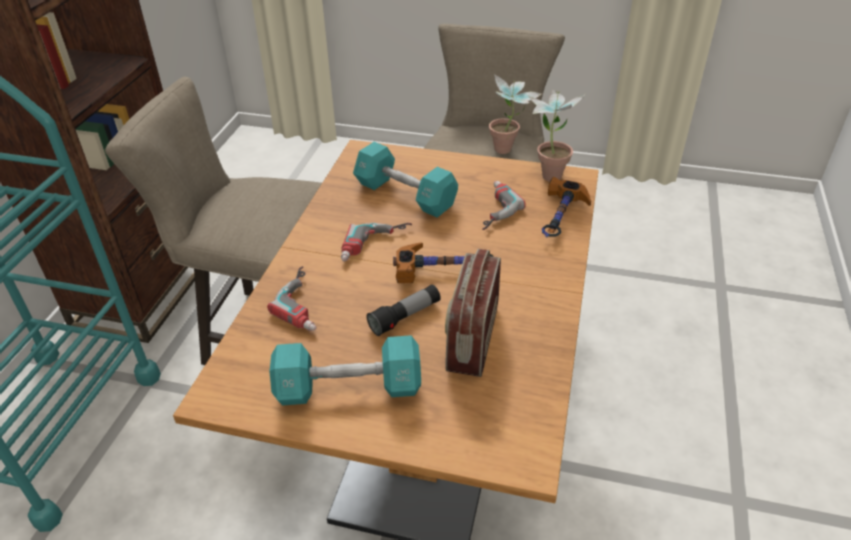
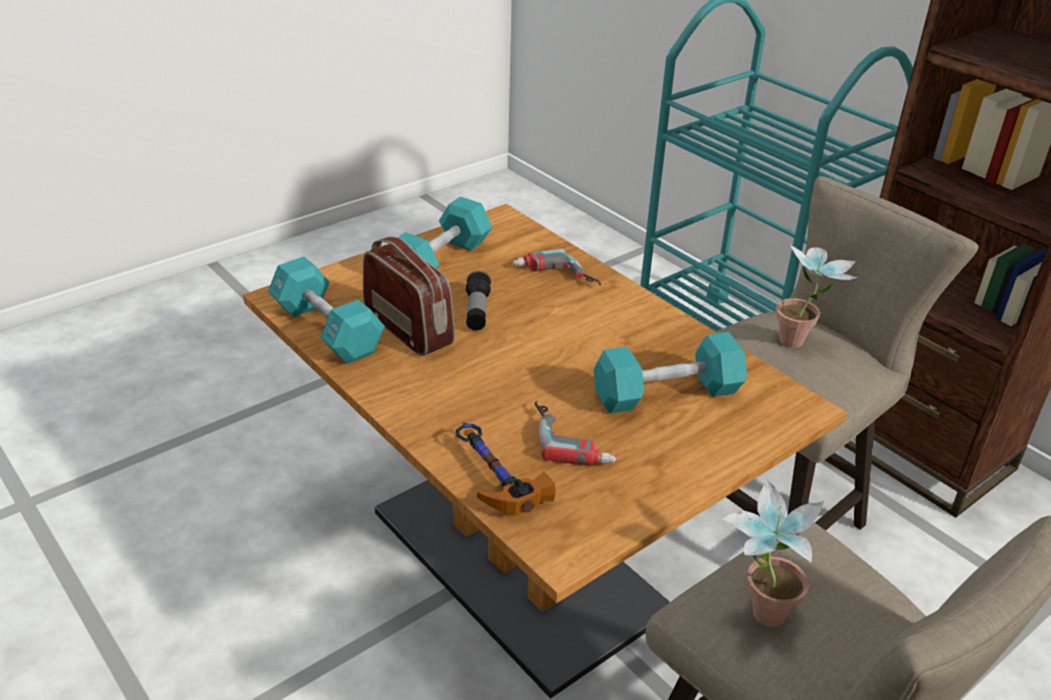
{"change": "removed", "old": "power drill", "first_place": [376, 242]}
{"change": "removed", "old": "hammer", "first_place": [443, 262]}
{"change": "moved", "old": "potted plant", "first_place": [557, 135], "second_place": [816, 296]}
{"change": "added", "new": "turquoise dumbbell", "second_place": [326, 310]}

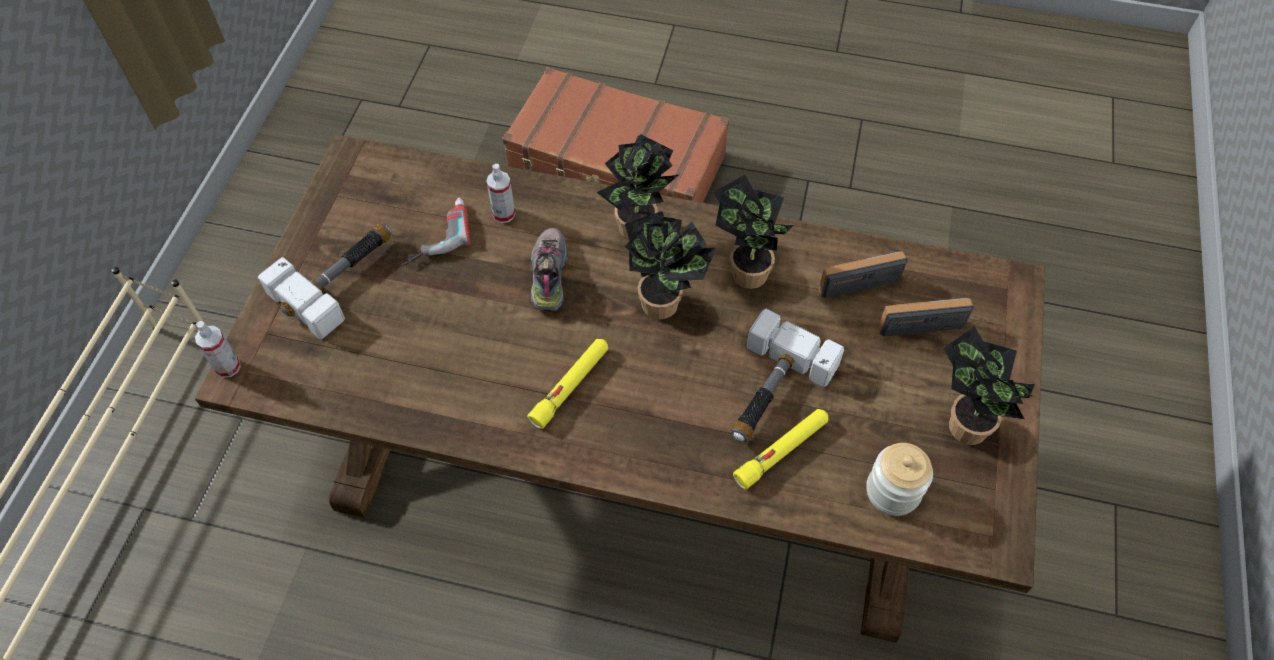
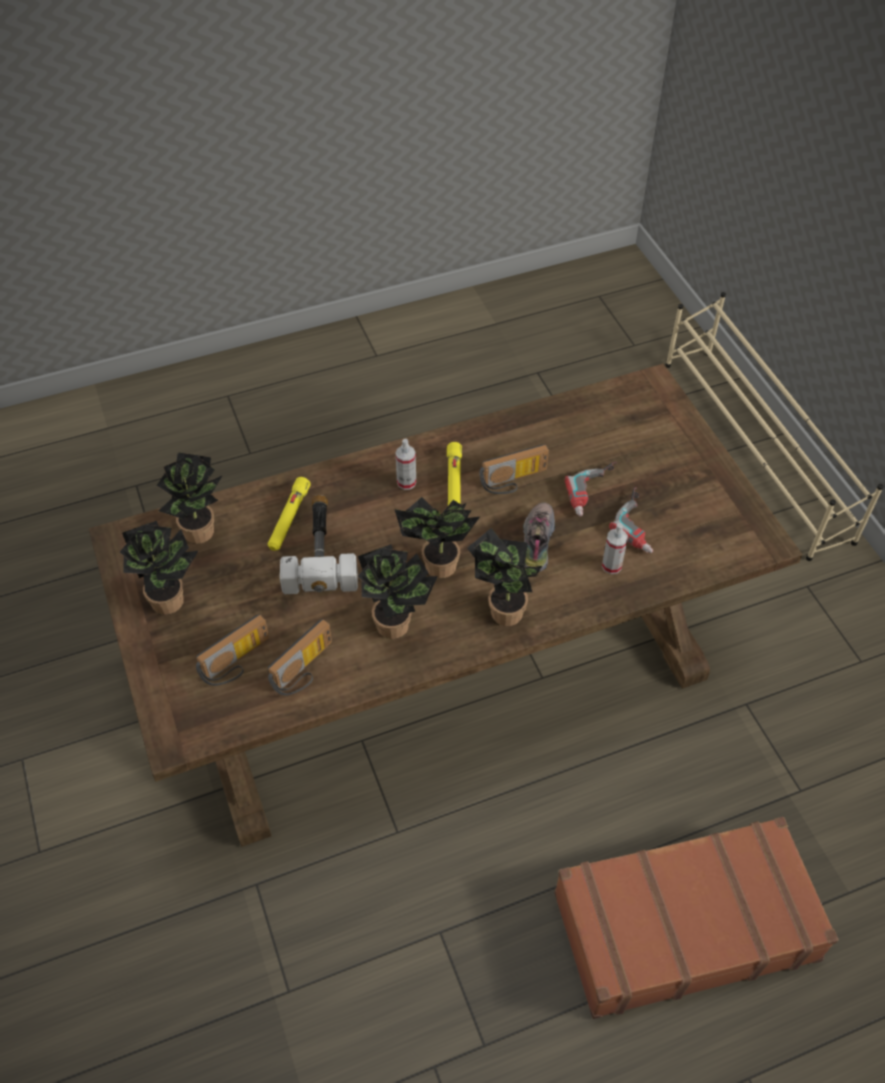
{"change": "moved", "old": "spray bottle", "first_place": [218, 349], "second_place": [406, 464]}
{"change": "removed", "old": "hammer", "first_place": [324, 281]}
{"change": "turned", "old": "shoe", "first_place": [549, 270], "second_place": [539, 537], "degrees": -135}
{"change": "replaced", "old": "jar", "new": "potted plant", "first_place": [899, 479], "second_place": [190, 498]}
{"change": "added", "new": "radio", "second_place": [514, 469]}
{"change": "added", "new": "power drill", "second_place": [591, 489]}

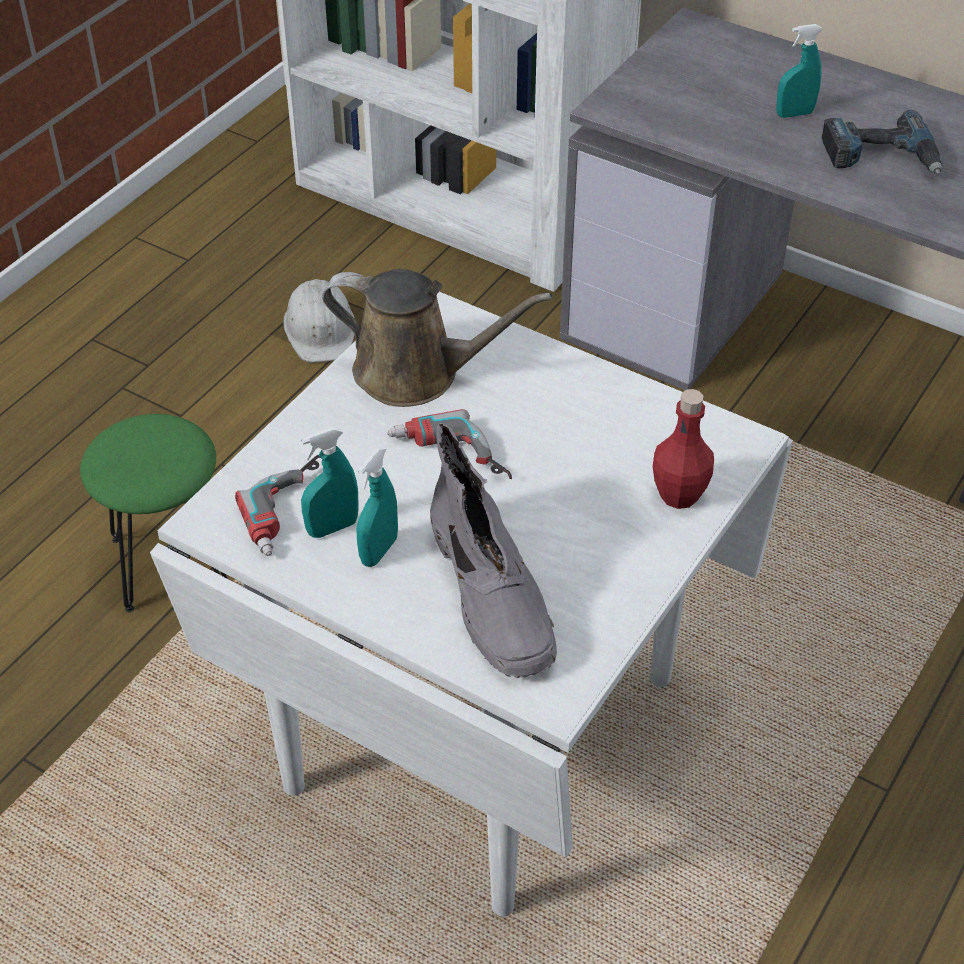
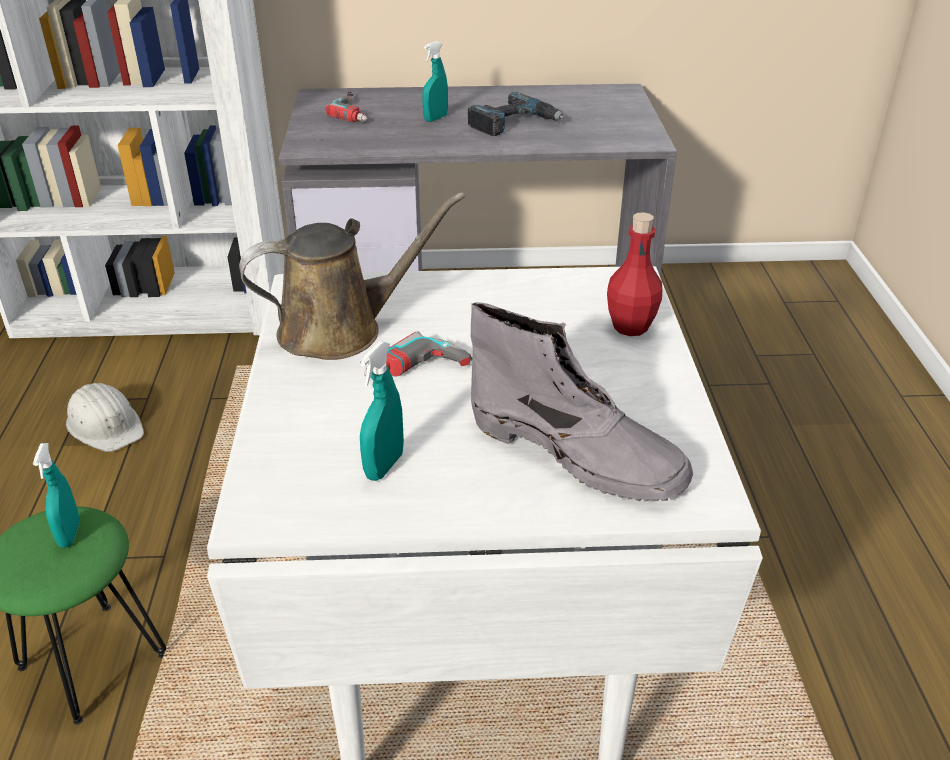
{"change": "moved", "old": "power drill", "first_place": [277, 505], "second_place": [346, 106]}
{"change": "moved", "old": "turquoise spray bottle", "first_place": [377, 507], "second_place": [56, 495]}

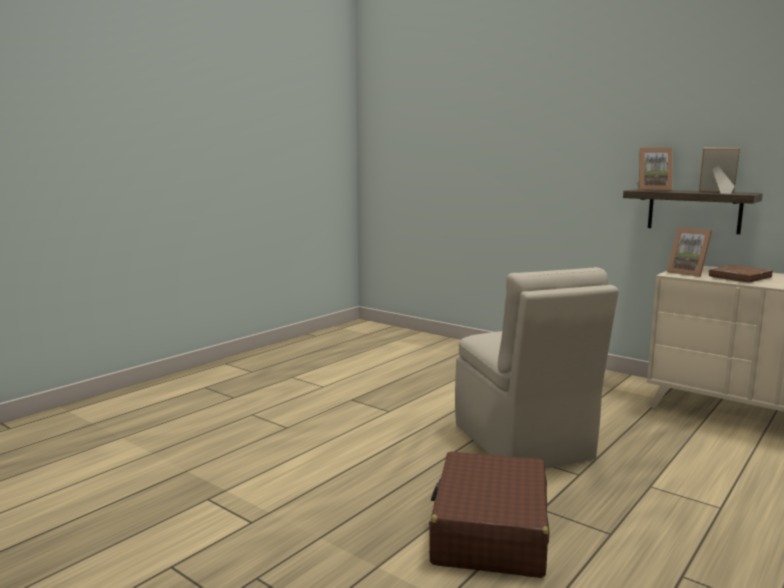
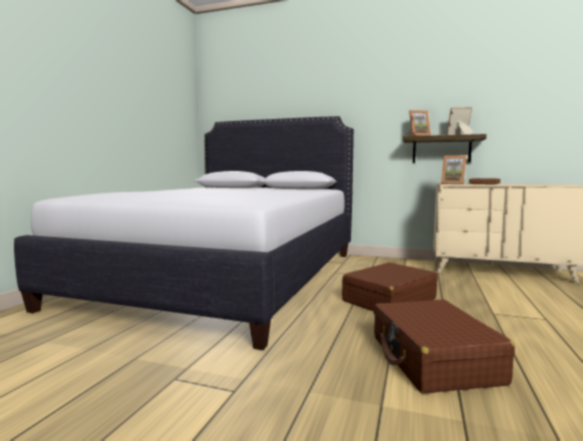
{"change": "replaced", "old": "beige chair", "new": "brown suitcase", "first_place": [537, 368], "second_place": [389, 286]}
{"change": "added", "new": "white bed", "second_place": [184, 233]}

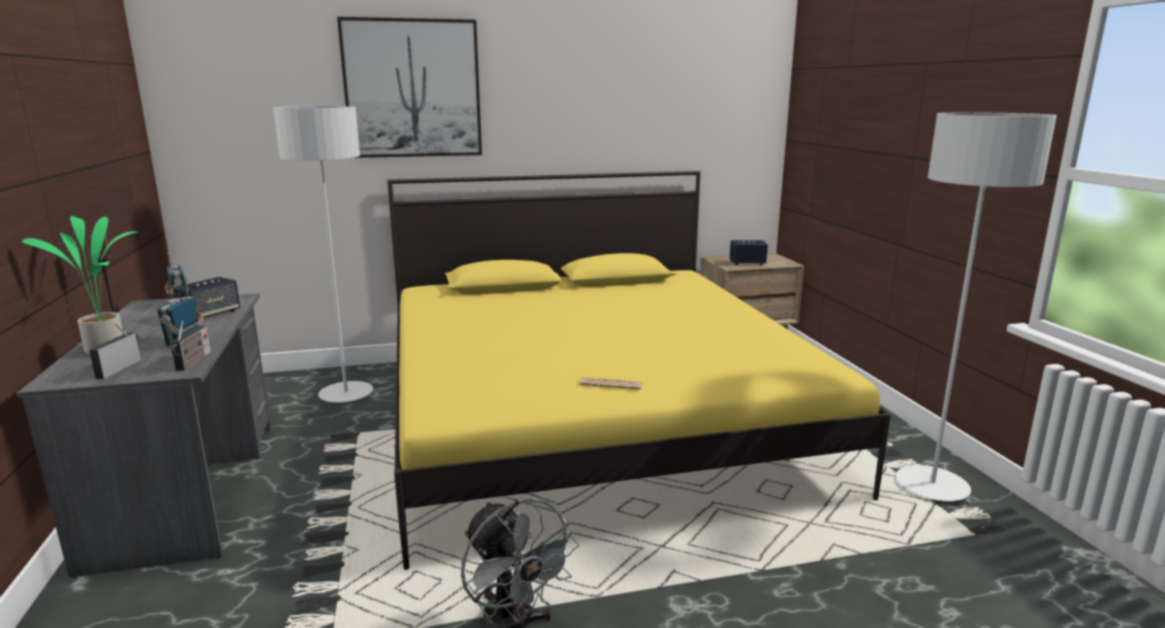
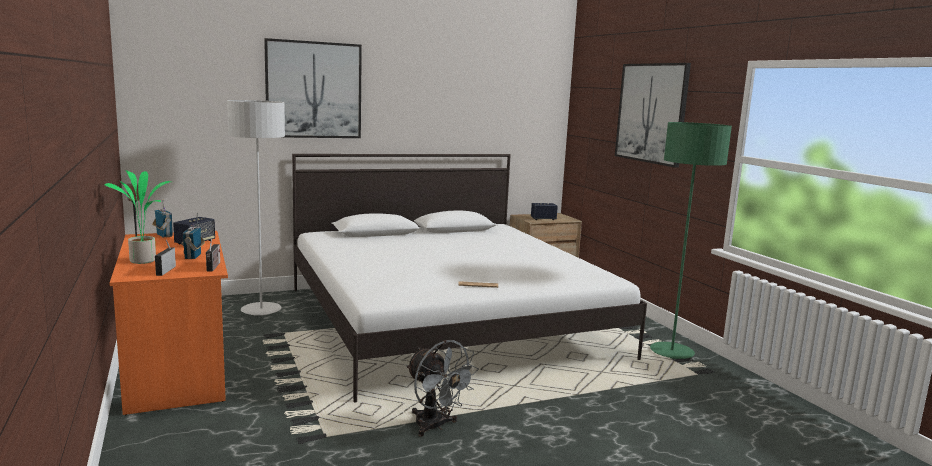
{"change": "recoloured", "old": "grey desk", "new": "orange desk", "first_place": [143, 435], "second_place": [168, 323]}
{"change": "recoloured", "old": "yellow bed", "new": "white bed", "first_place": [639, 370], "second_place": [469, 278]}
{"change": "recoloured", "old": "grey floor lamp", "new": "green floor lamp", "first_place": [976, 306], "second_place": [691, 240]}
{"change": "added", "new": "picture", "second_place": [653, 115]}

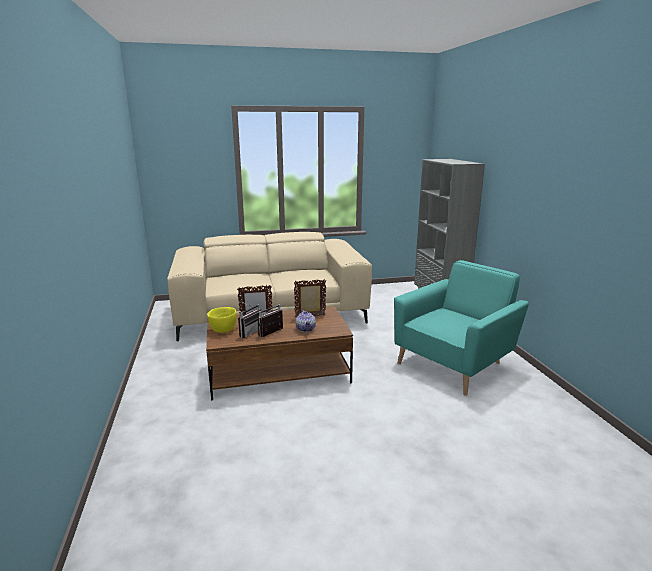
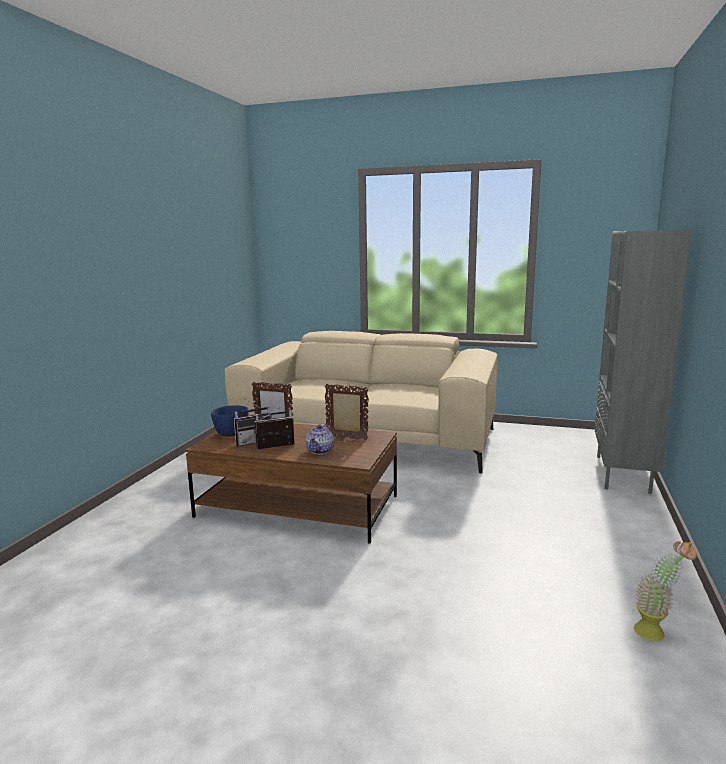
{"change": "recoloured", "old": "yellow bowl", "new": "blue bowl", "first_place": [221, 320], "second_place": [229, 420]}
{"change": "removed", "old": "turquoise armchair", "first_place": [461, 328]}
{"change": "added", "new": "potted plant", "second_place": [665, 591]}

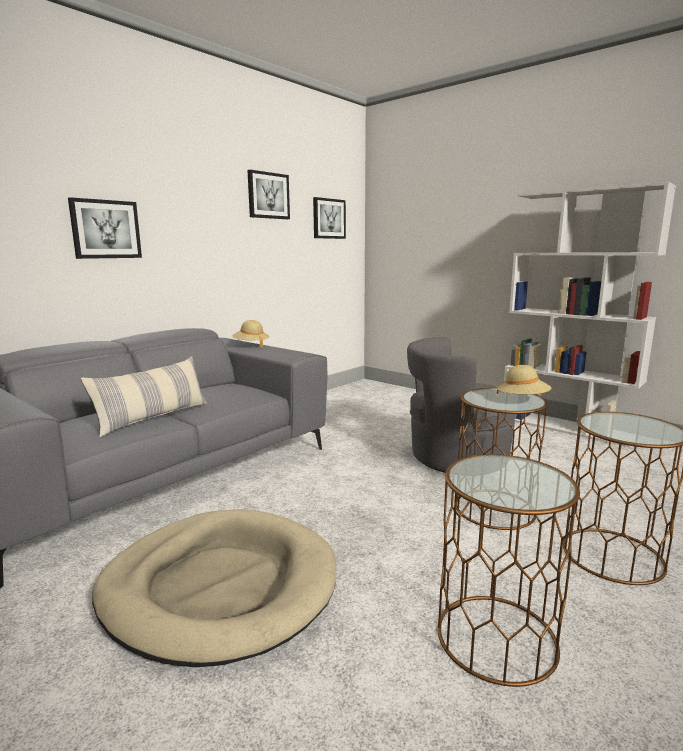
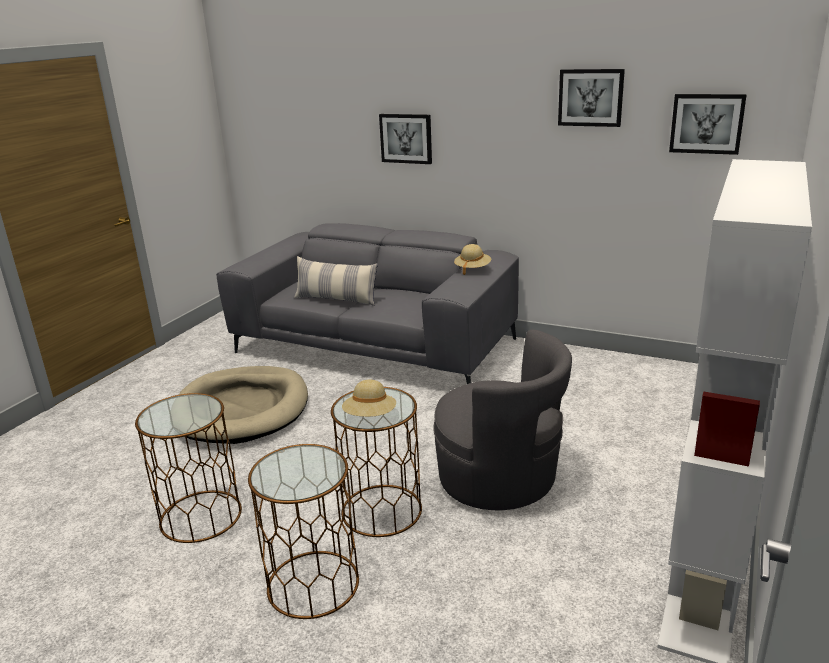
{"change": "turned", "old": "grey armchair", "first_place": [462, 405], "second_place": [502, 420], "degrees": 135}

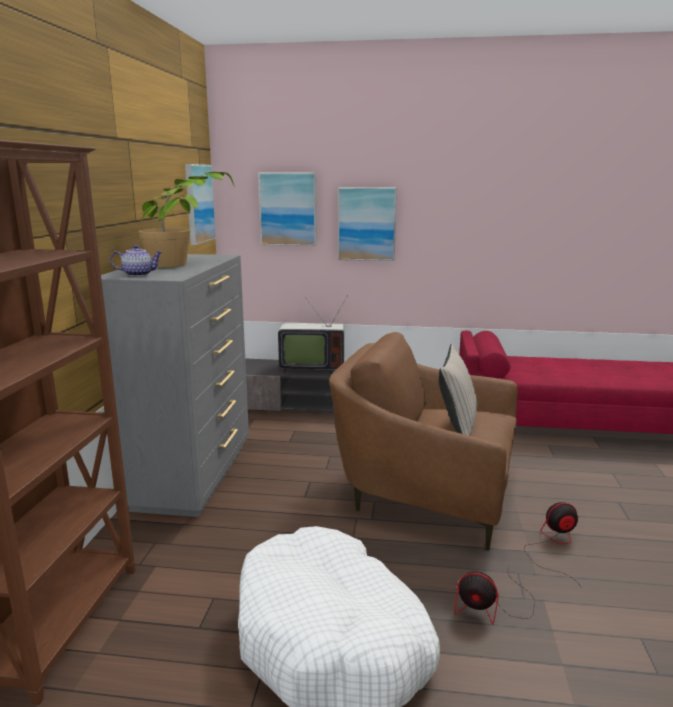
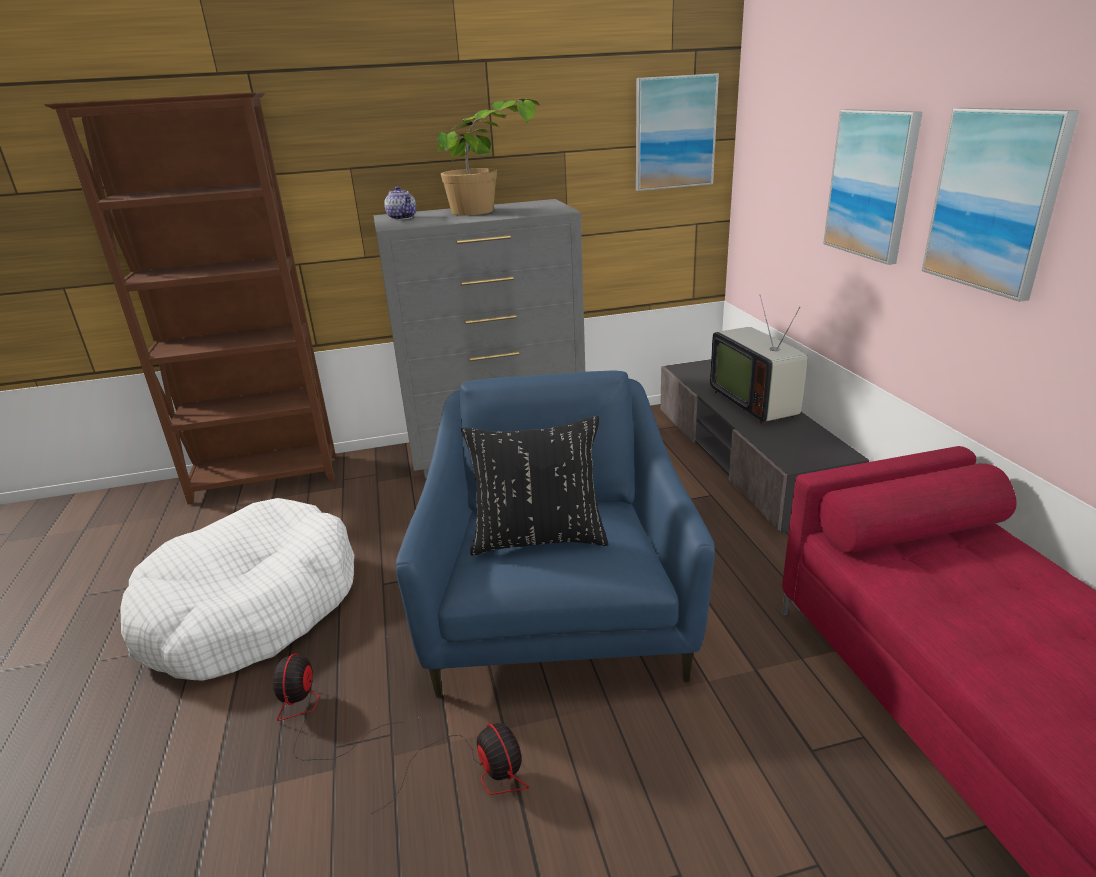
{"change": "moved", "old": "picture", "first_place": [287, 209], "second_place": [1000, 205]}
{"change": "recoloured", "old": "brown armchair", "new": "blue armchair", "first_place": [423, 441], "second_place": [555, 534]}
{"change": "recoloured", "old": "beige pillow", "new": "black pillow", "first_place": [458, 390], "second_place": [534, 486]}

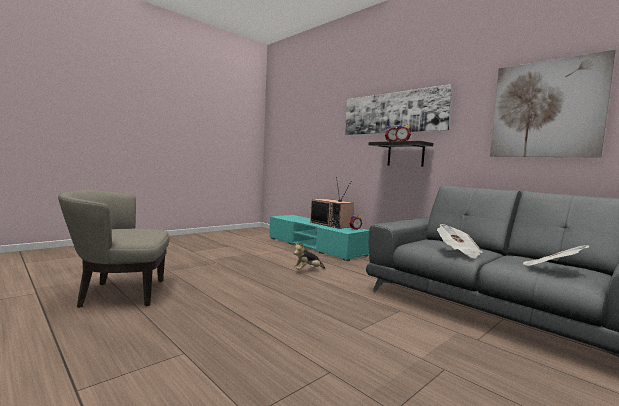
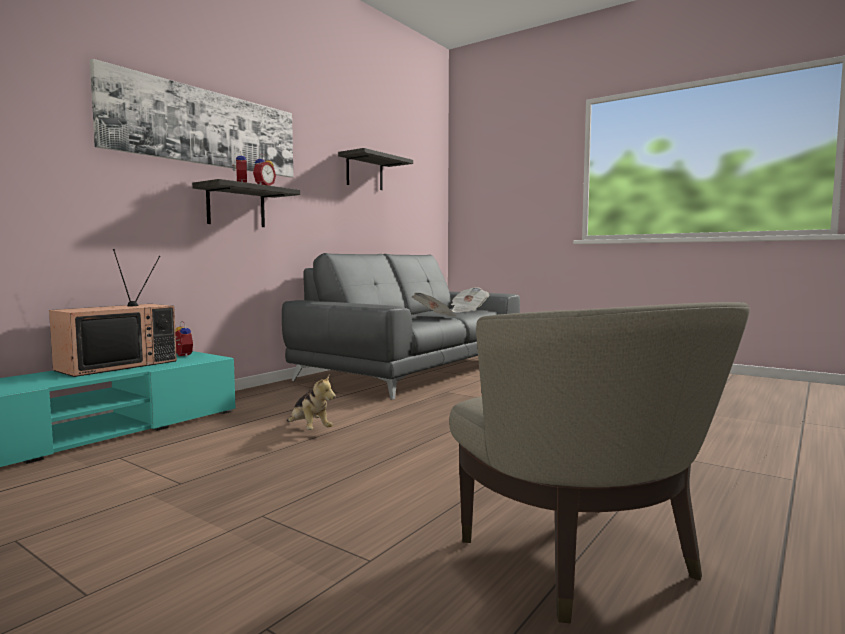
{"change": "replaced", "old": "picture", "new": "shelf", "first_place": [553, 104], "second_place": [375, 169]}

